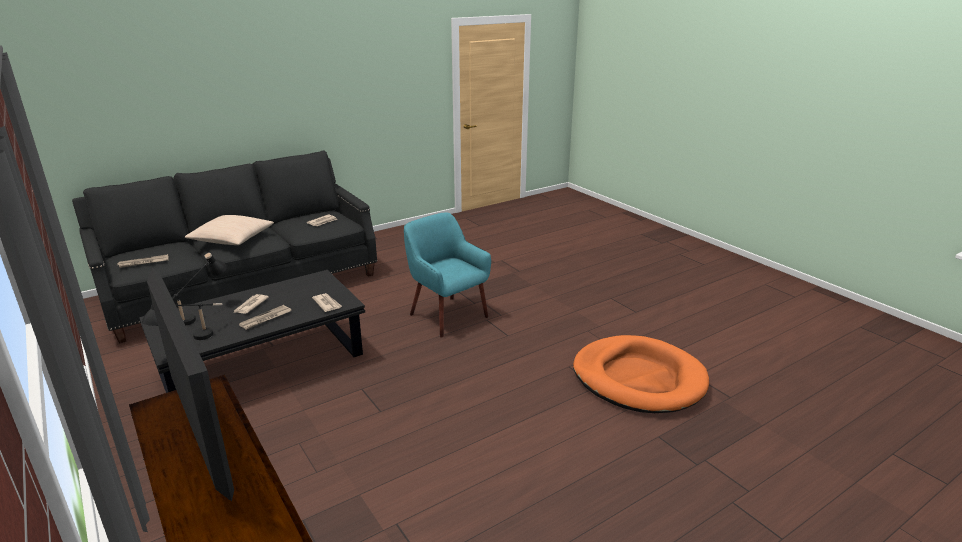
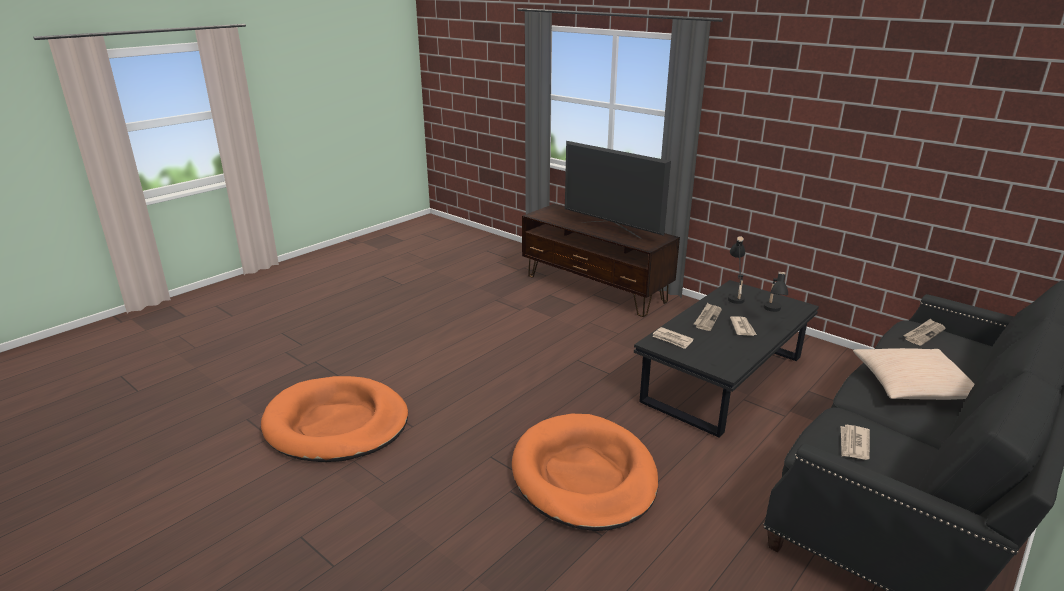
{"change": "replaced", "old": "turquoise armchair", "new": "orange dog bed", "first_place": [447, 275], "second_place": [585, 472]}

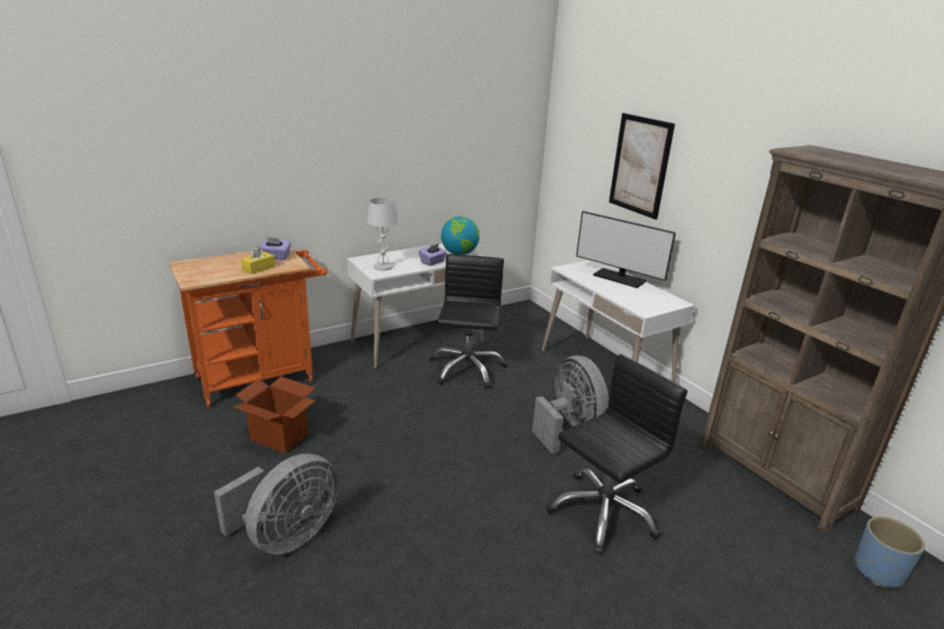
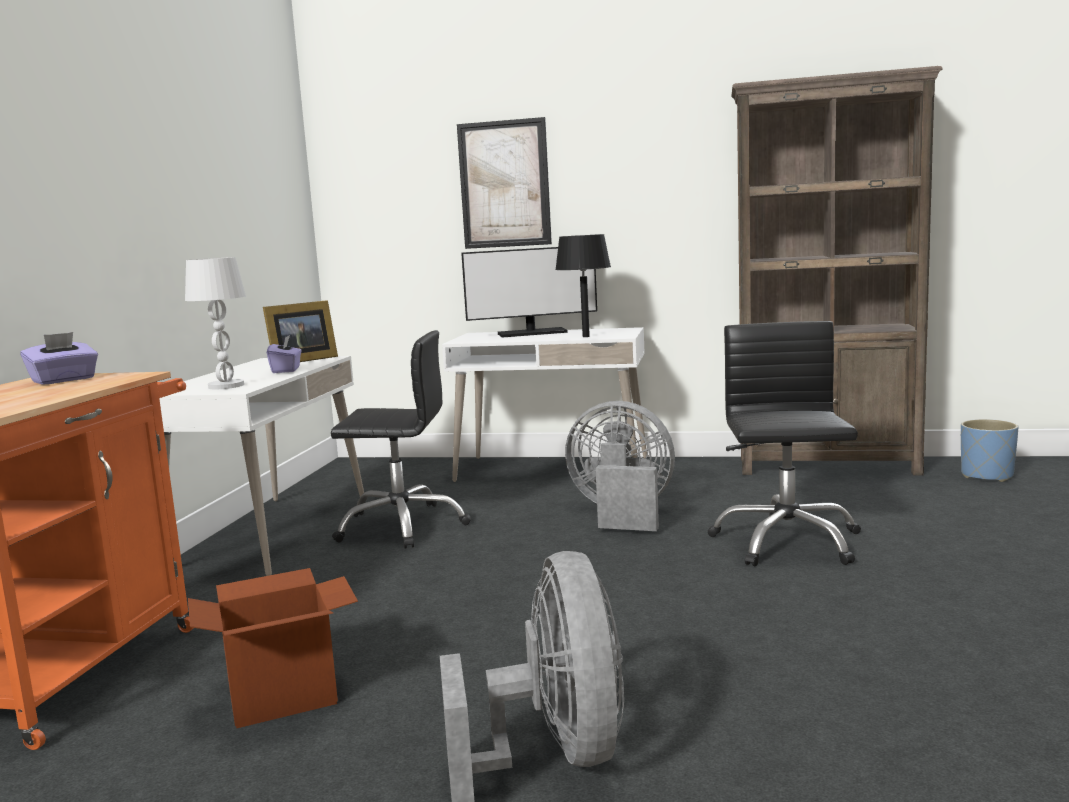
{"change": "removed", "old": "yellow tissue box", "first_place": [258, 260]}
{"change": "turned", "old": "black office chair", "first_place": [468, 321], "second_place": [401, 439], "degrees": 135}
{"change": "replaced", "old": "globe", "new": "picture frame", "first_place": [460, 235], "second_place": [300, 331]}
{"change": "added", "new": "black table lamp", "second_place": [583, 285]}

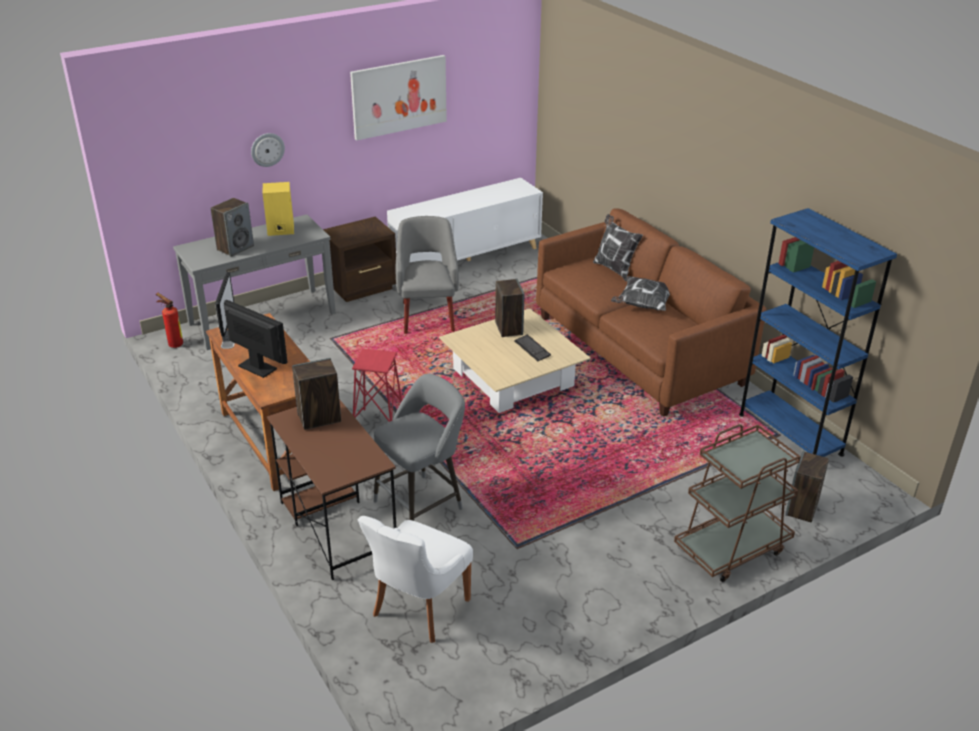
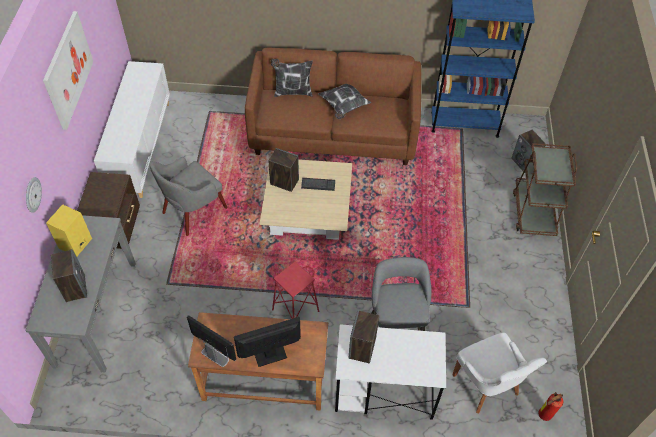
{"change": "moved", "old": "fire extinguisher", "first_place": [169, 320], "second_place": [550, 406]}
{"change": "recoloured", "old": "brown desk", "new": "white desk", "first_place": [331, 489], "second_place": [390, 372]}
{"change": "turned", "old": "grey armchair", "first_place": [427, 275], "second_place": [189, 196], "degrees": -75}

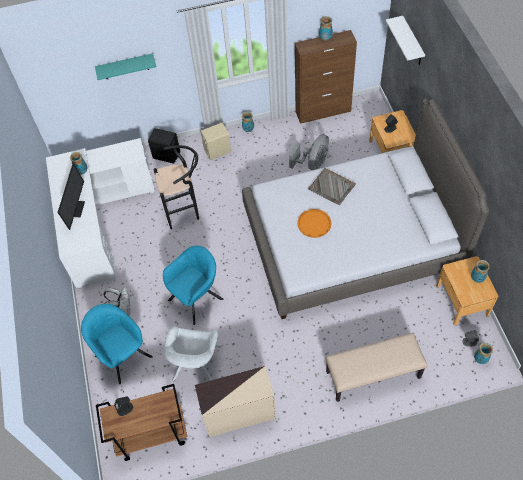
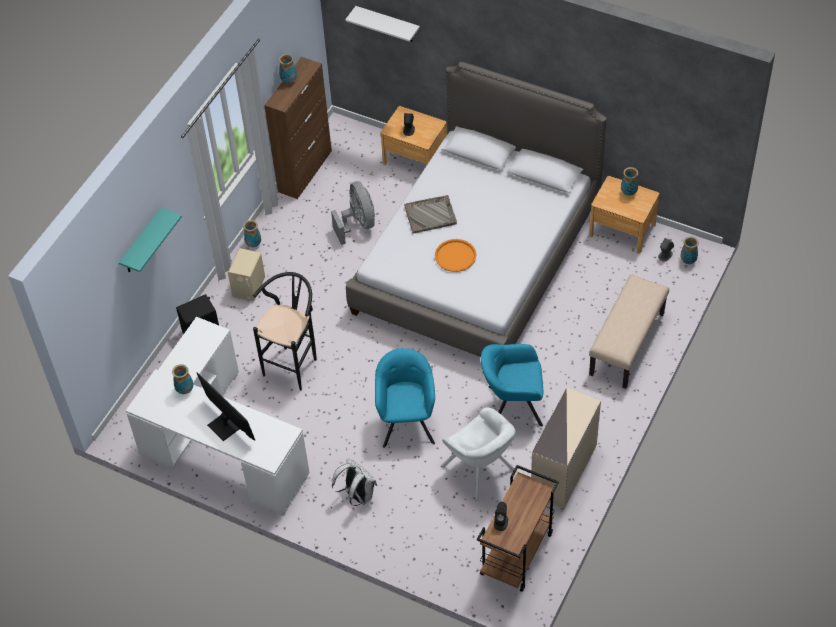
{"change": "moved", "old": "turquoise armchair", "first_place": [117, 344], "second_place": [512, 385]}

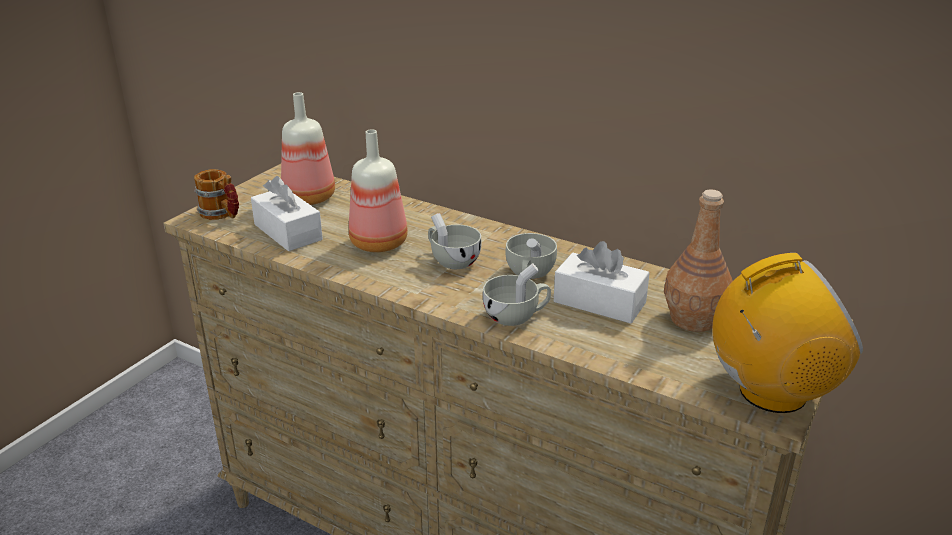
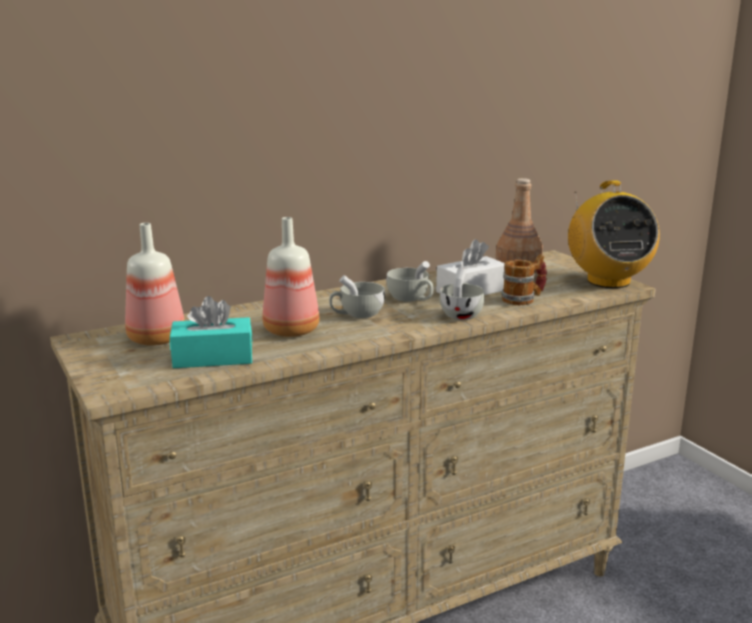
{"change": "moved", "old": "mug", "first_place": [216, 194], "second_place": [524, 279]}
{"change": "recoloured", "old": "white tissue box", "new": "turquoise tissue box", "first_place": [287, 213], "second_place": [211, 332]}
{"change": "turned", "old": "radio", "first_place": [787, 333], "second_place": [614, 234], "degrees": 150}

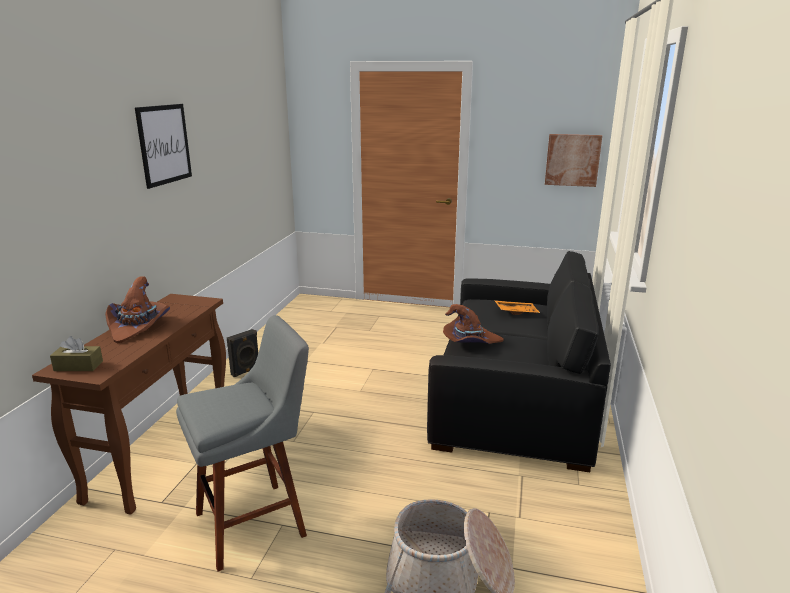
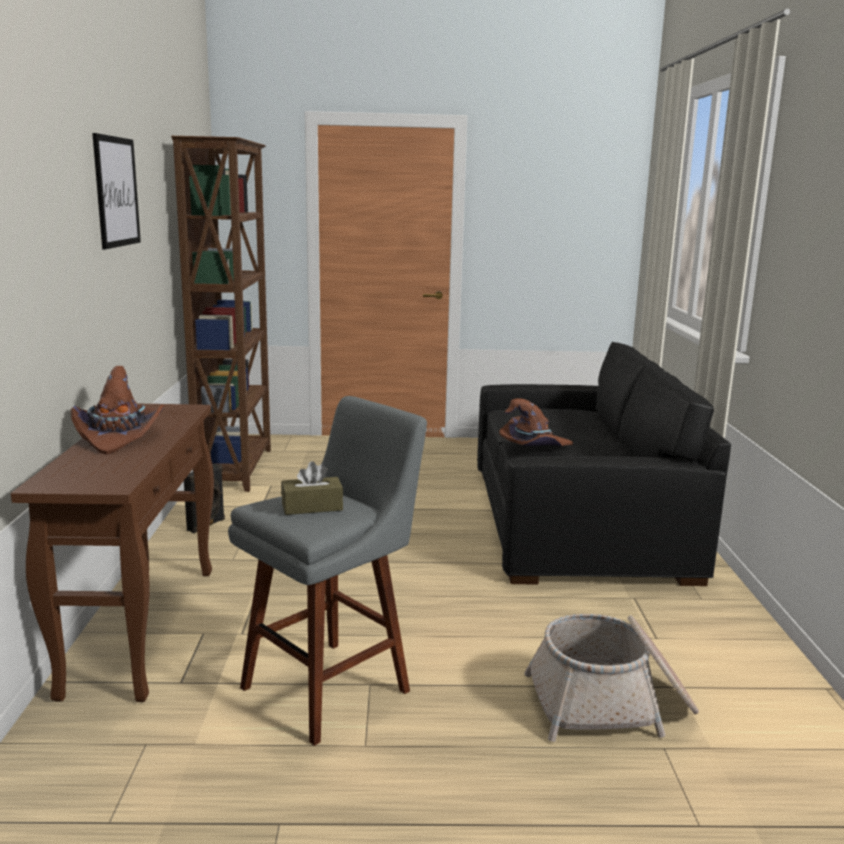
{"change": "moved", "old": "brown tissue box", "first_place": [76, 353], "second_place": [312, 488]}
{"change": "removed", "old": "orange tray", "first_place": [517, 307]}
{"change": "removed", "old": "picture", "first_place": [573, 160]}
{"change": "added", "new": "brown bookcase", "second_place": [221, 314]}

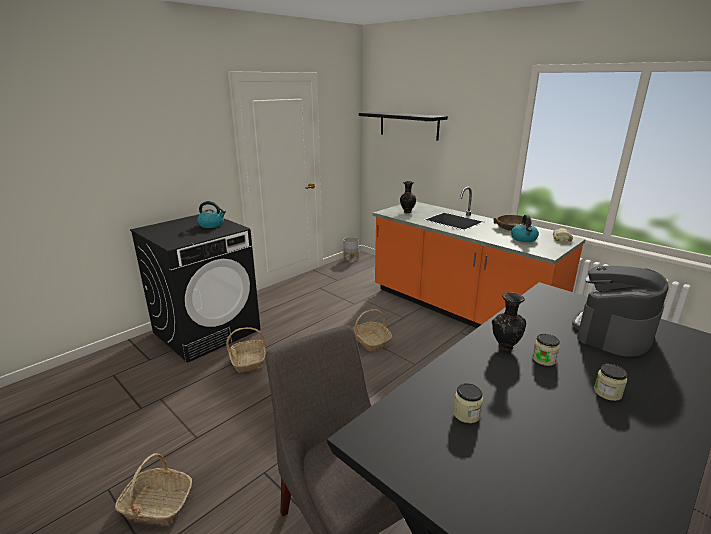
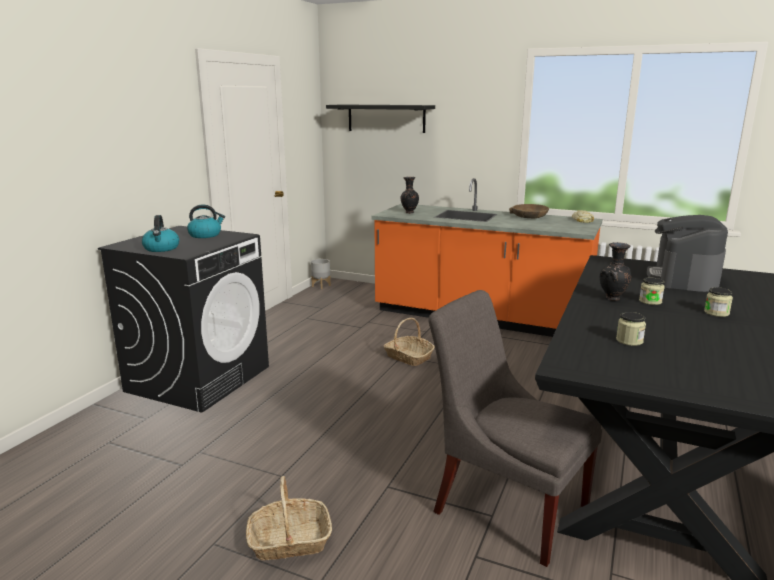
{"change": "removed", "old": "basket", "first_place": [246, 350]}
{"change": "moved", "old": "kettle", "first_place": [525, 228], "second_place": [160, 233]}

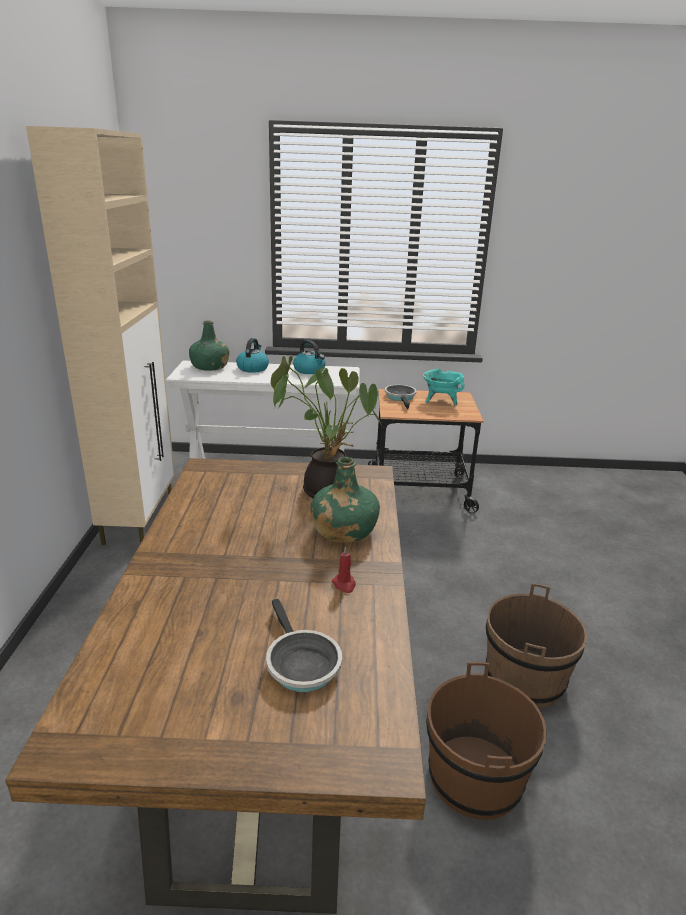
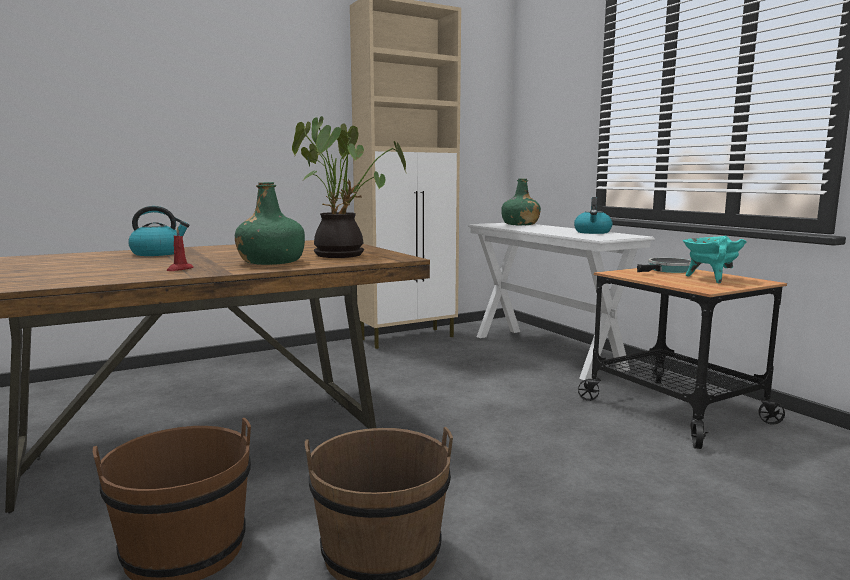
{"change": "moved", "old": "kettle", "first_place": [252, 355], "second_place": [159, 231]}
{"change": "removed", "old": "frying pan", "first_place": [304, 645]}

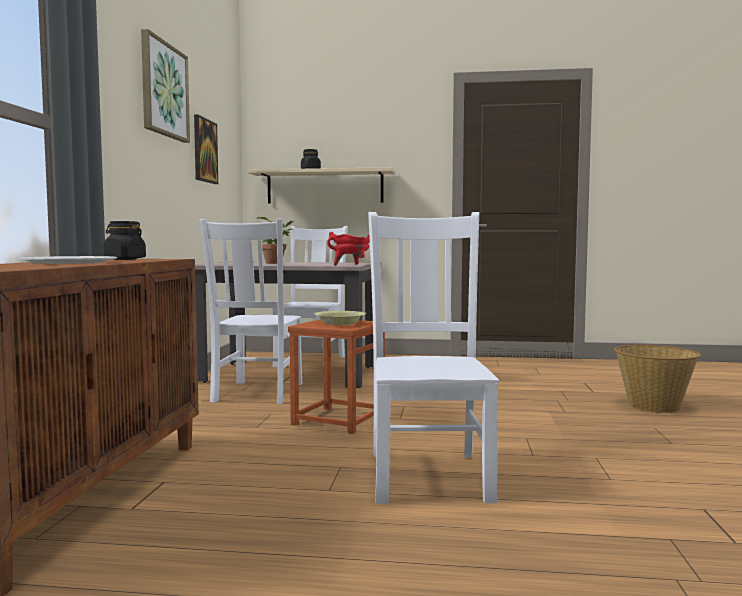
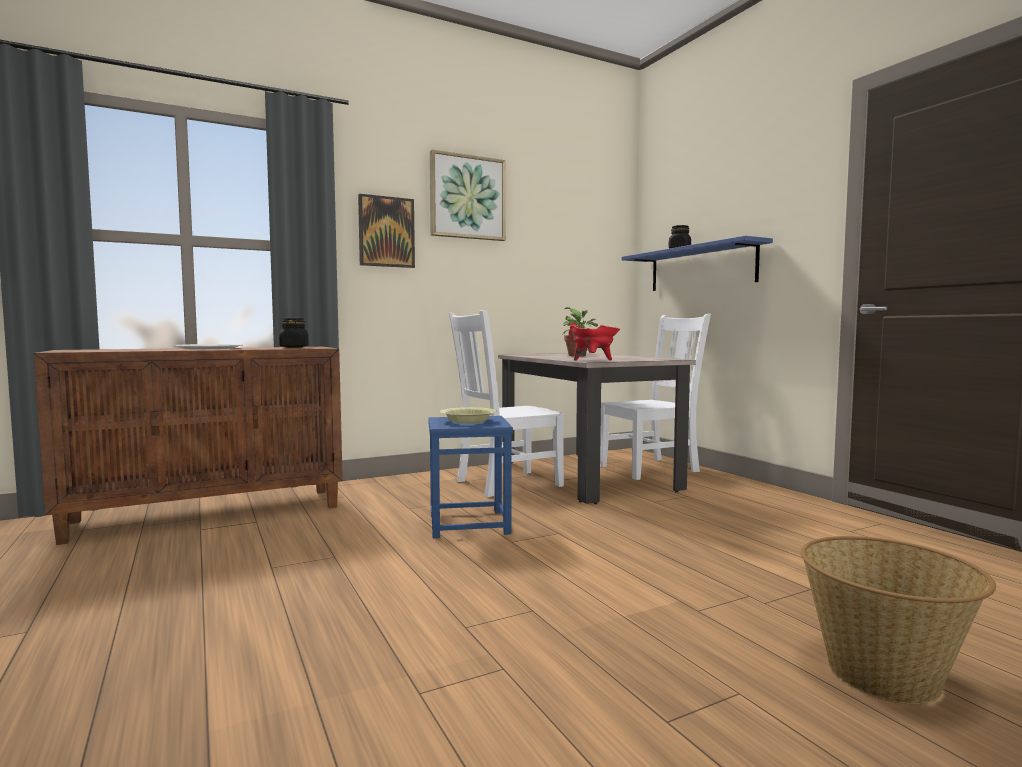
{"change": "moved", "old": "picture", "first_place": [206, 149], "second_place": [386, 231]}
{"change": "recoloured", "old": "beige shelf", "new": "blue shelf", "first_place": [321, 185], "second_place": [697, 263]}
{"change": "recoloured", "old": "brown stool", "new": "blue stool", "first_place": [336, 376], "second_place": [470, 477]}
{"change": "removed", "old": "white chair", "first_place": [433, 358]}

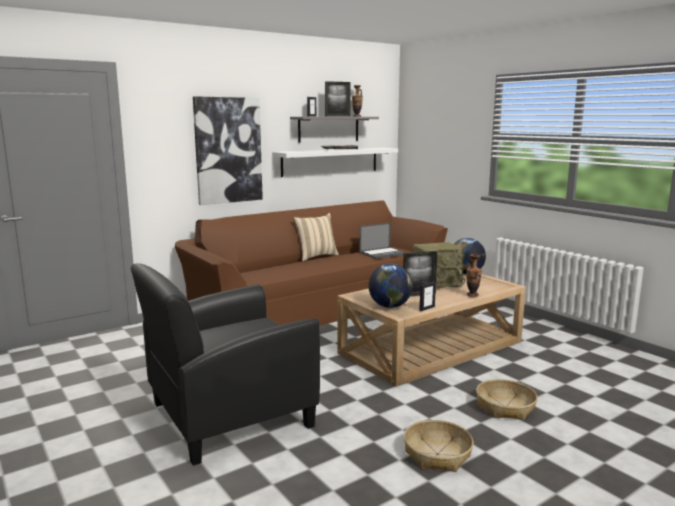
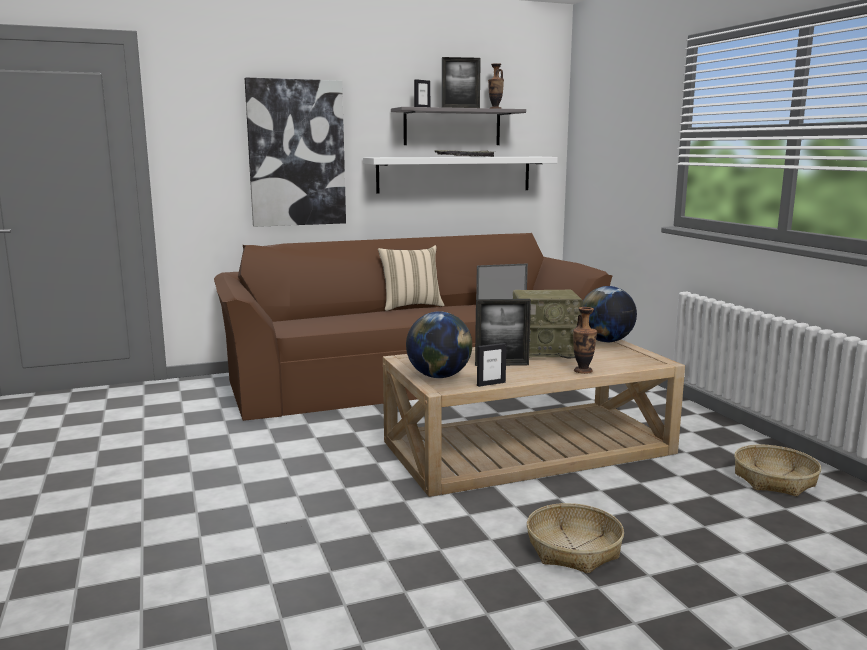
{"change": "removed", "old": "black armchair", "first_place": [225, 364]}
{"change": "moved", "old": "basket", "first_place": [439, 446], "second_place": [777, 471]}

